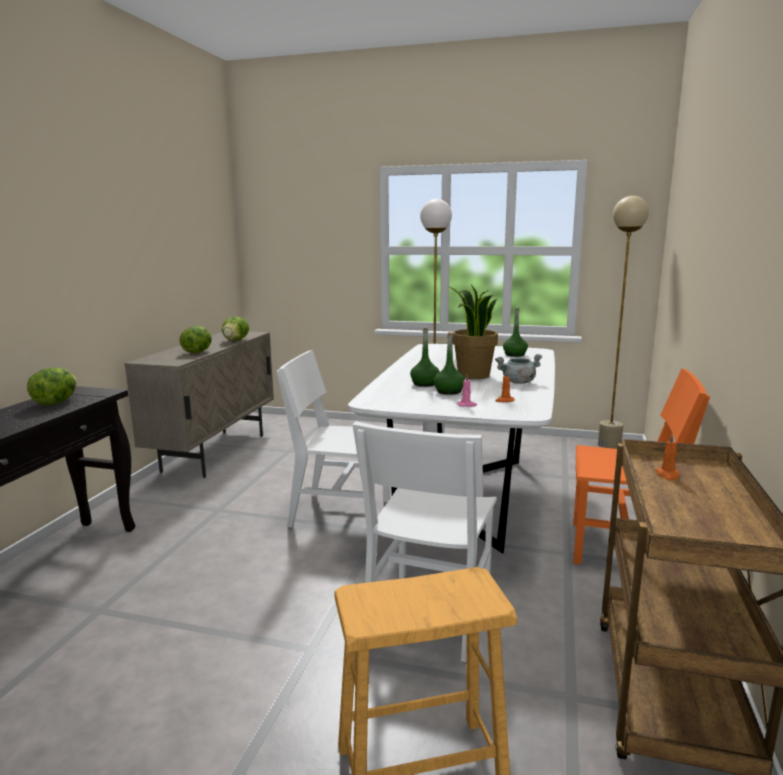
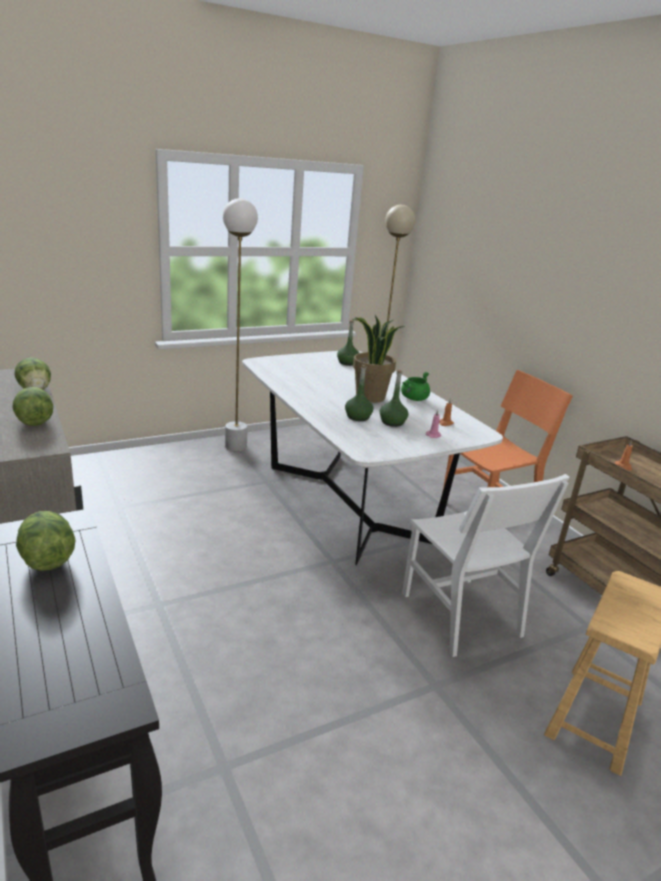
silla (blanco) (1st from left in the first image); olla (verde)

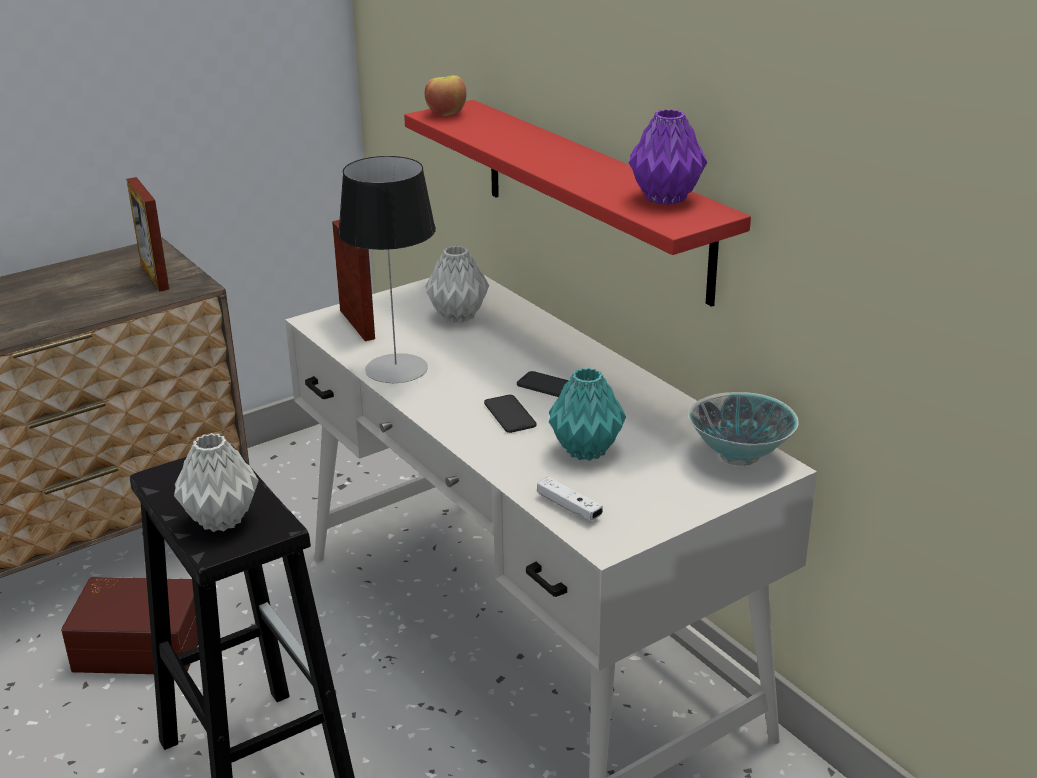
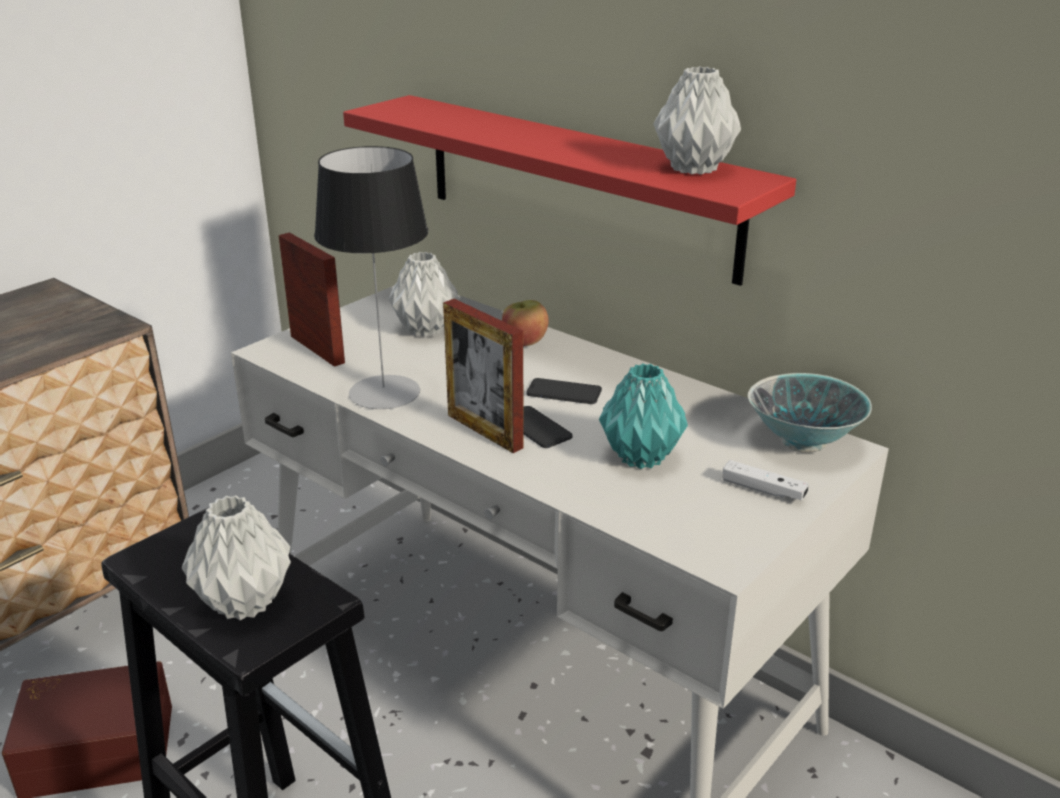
manzana; florero (gris) (3rd from left); portarretratos (2nd from left); mando de consola (blanco)

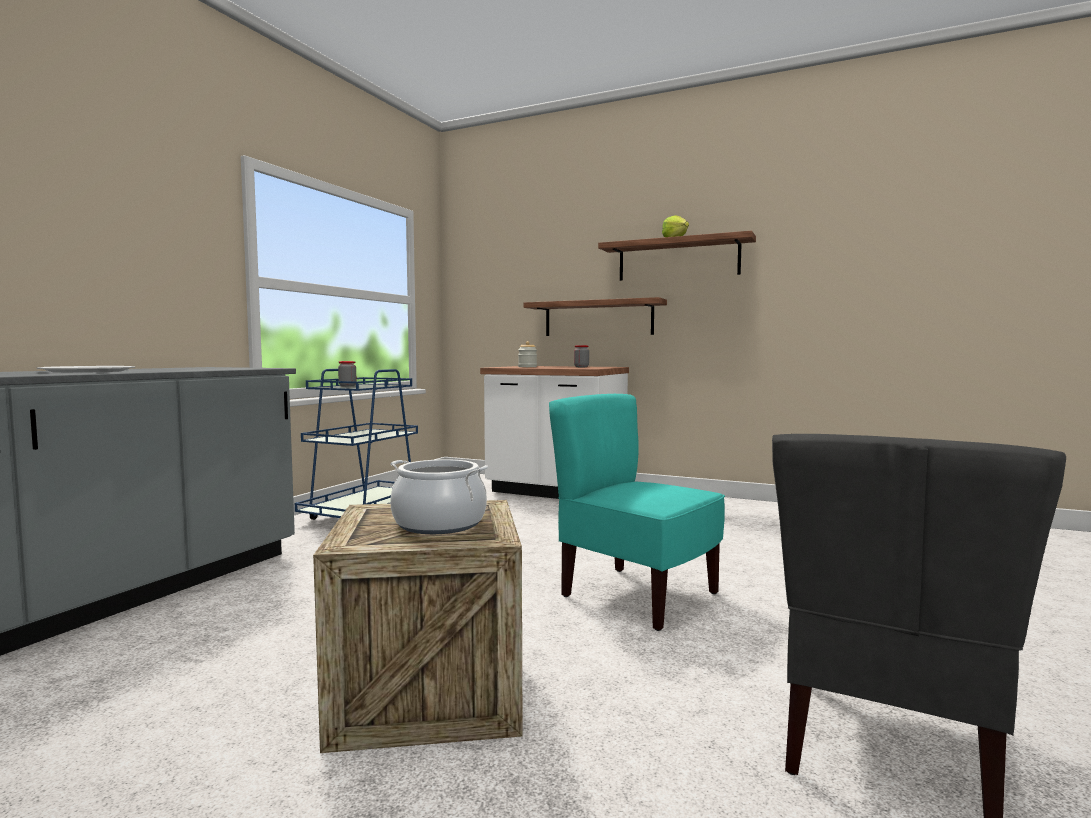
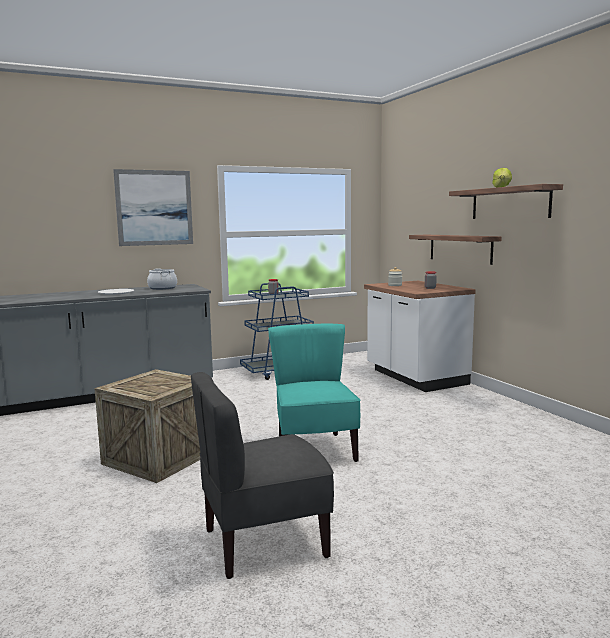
olla; cuadro

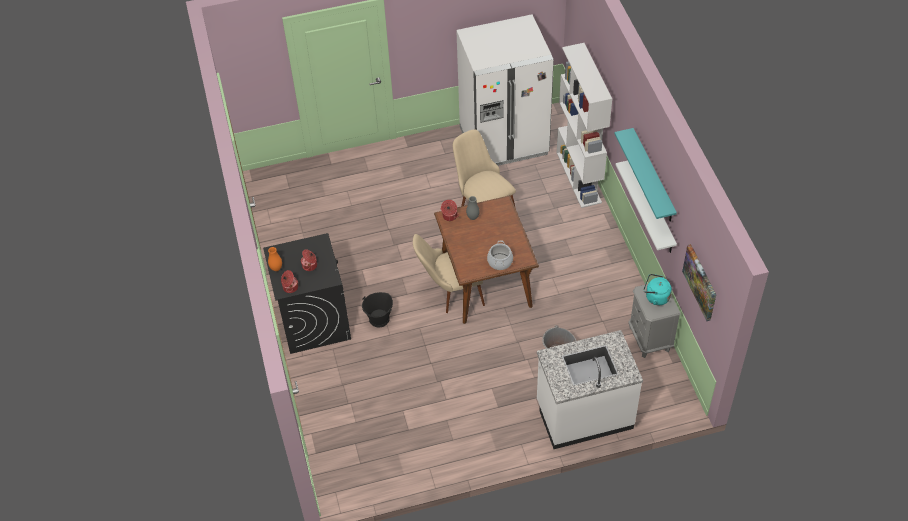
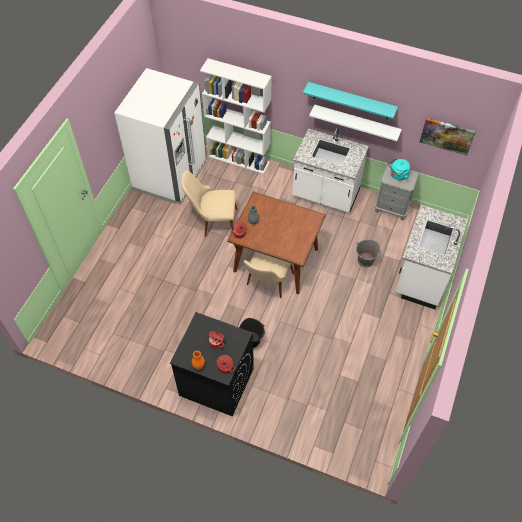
olla (4th from left in the first image); mueble bajo de cocina (blanco) (1st from left)

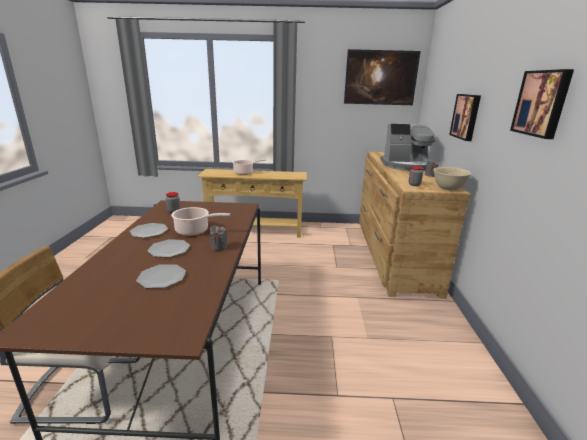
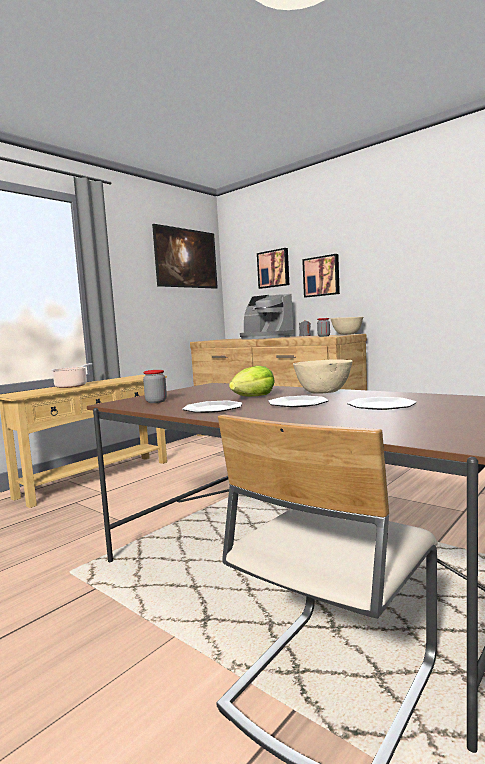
cuadro (2nd from left); cafetera; lechuga; cuenco (beis) (1st from left)

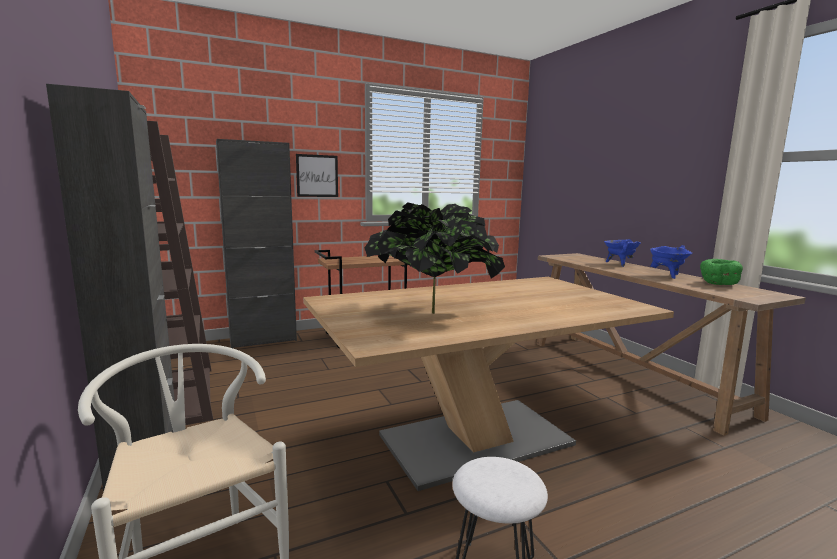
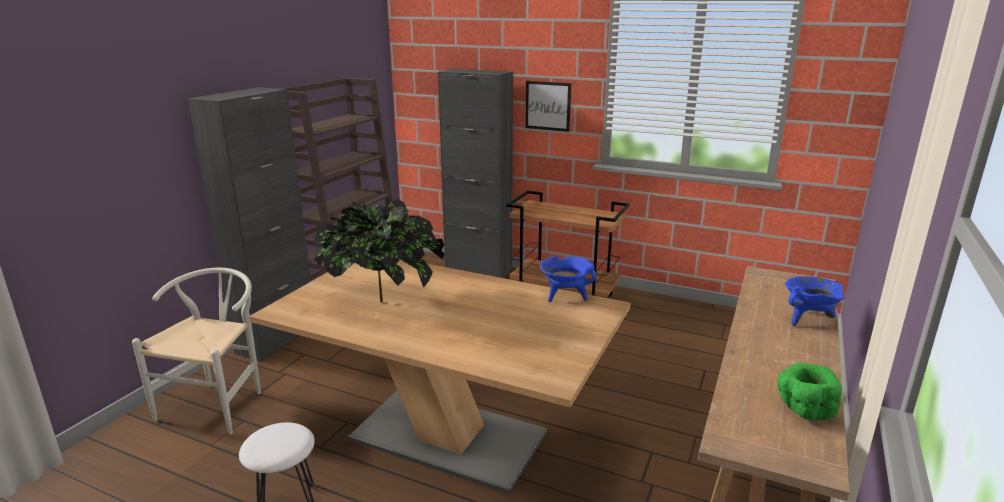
olla (azul) (1st from left)

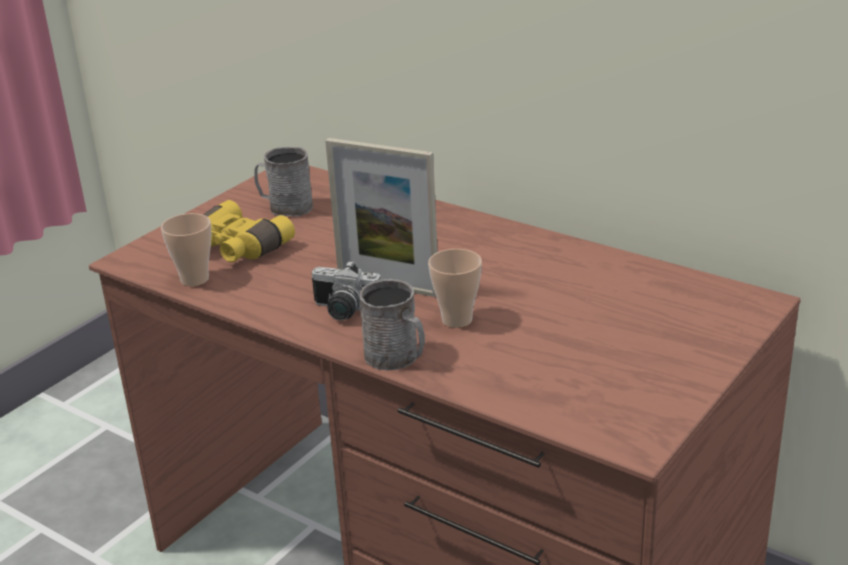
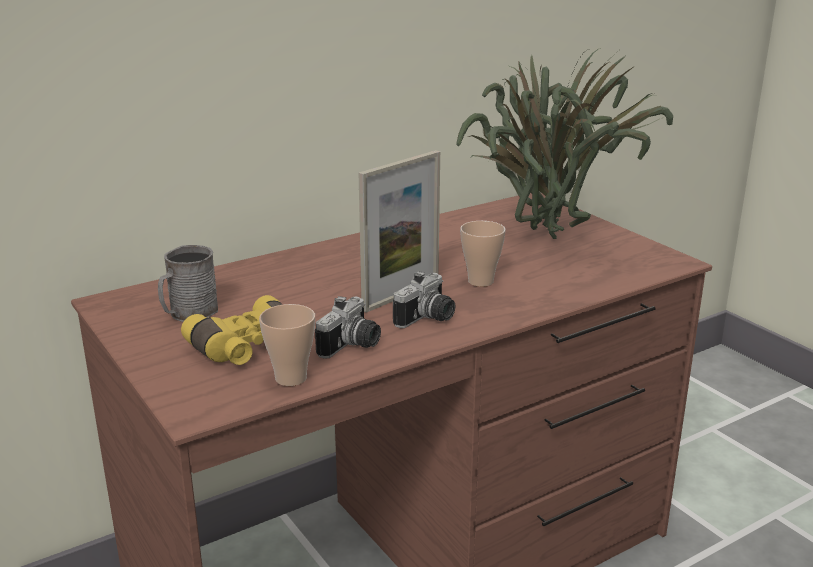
taza grande (gris) (2nd from left in the first image); planta en maceta; cámara (1st from left)

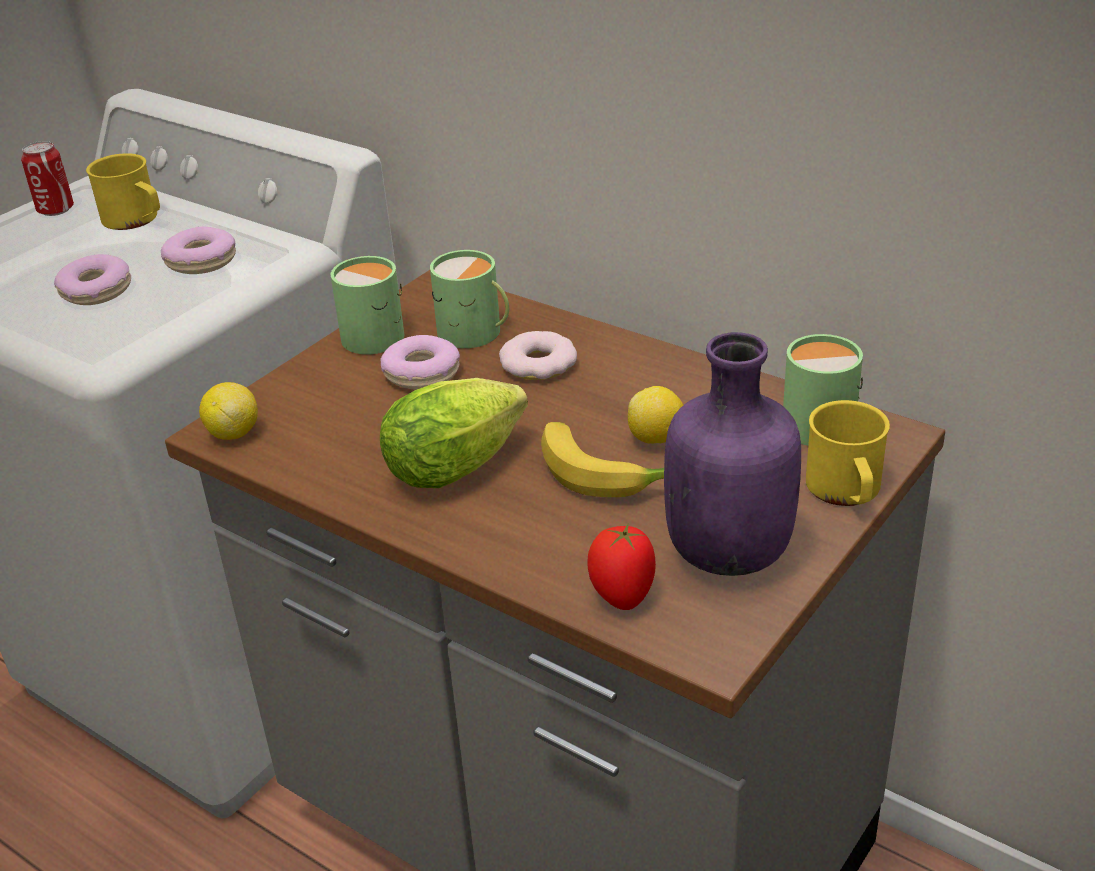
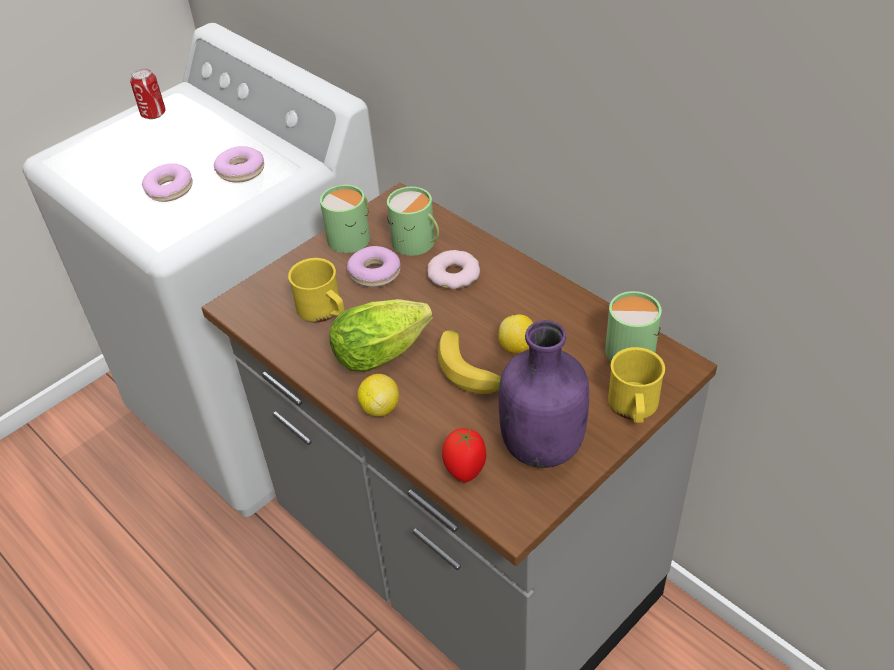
taza grande (amarillo) (1st from left); limón (1st from left)

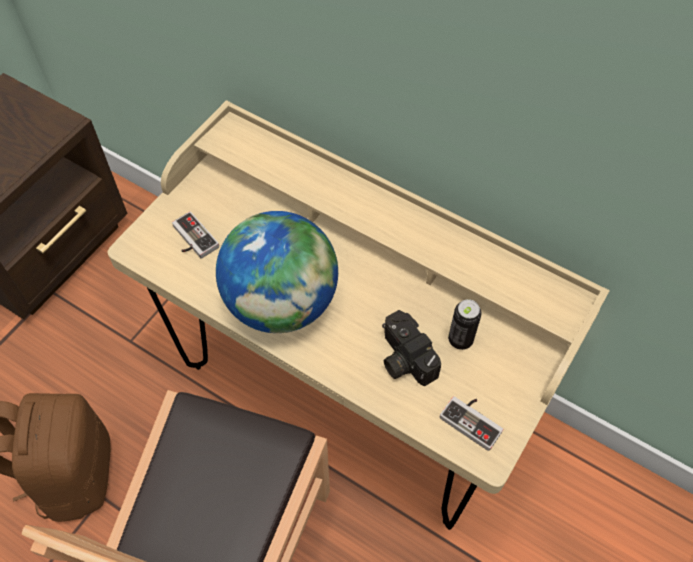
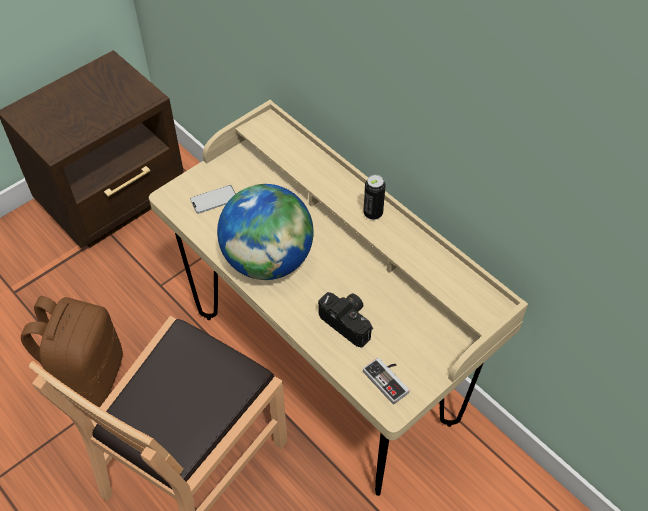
móvil; lata; cámara

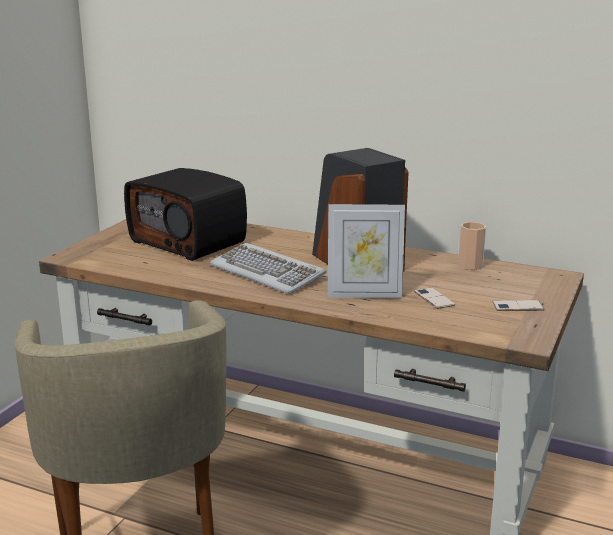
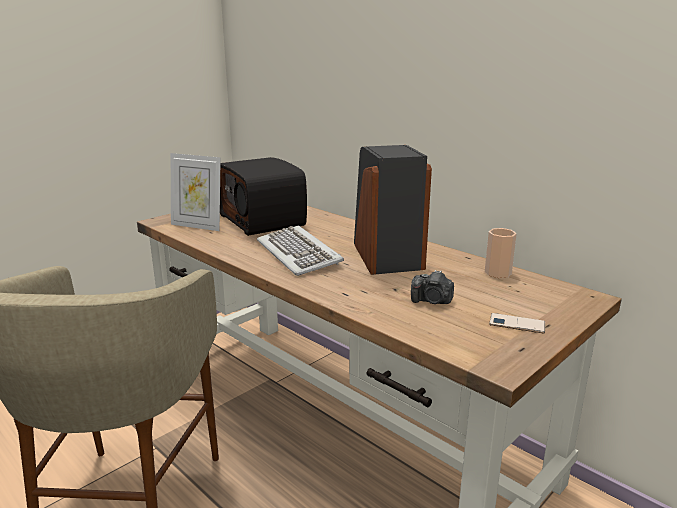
portarretratos; cámara

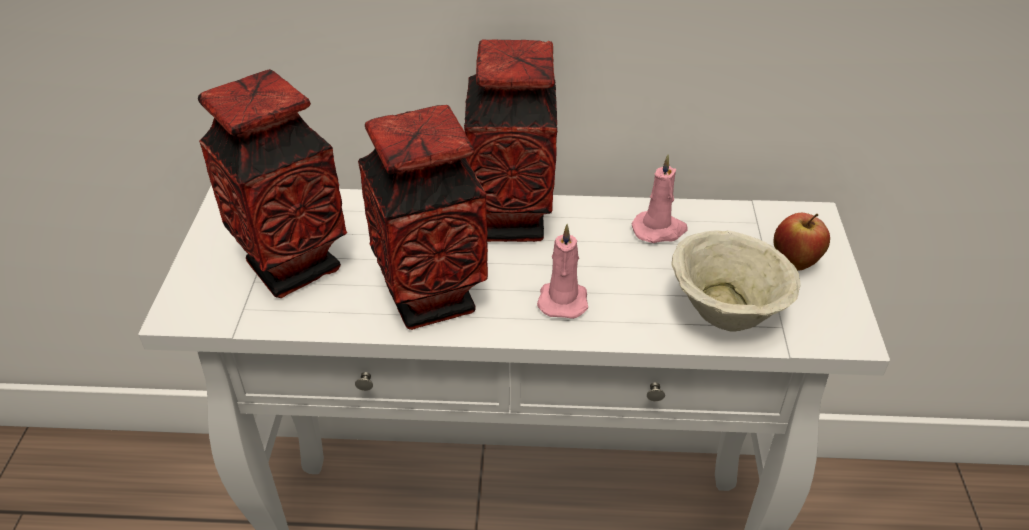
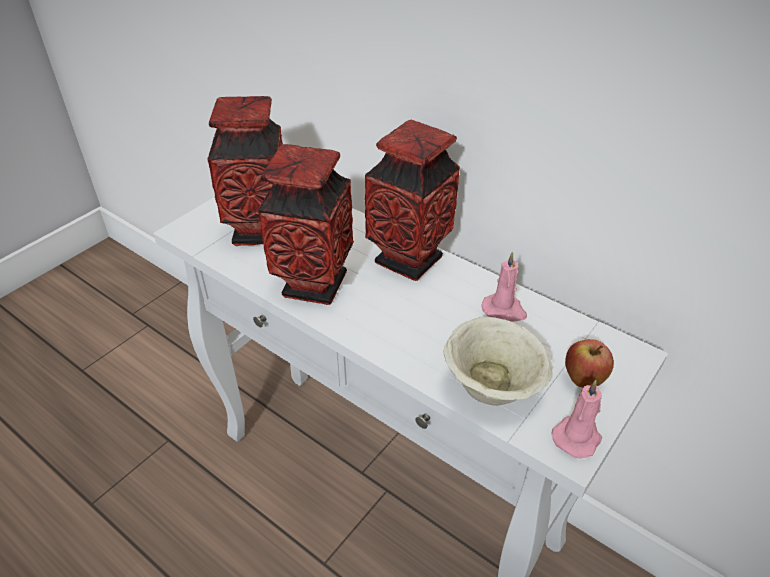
vela (rosa) (2nd from left)

